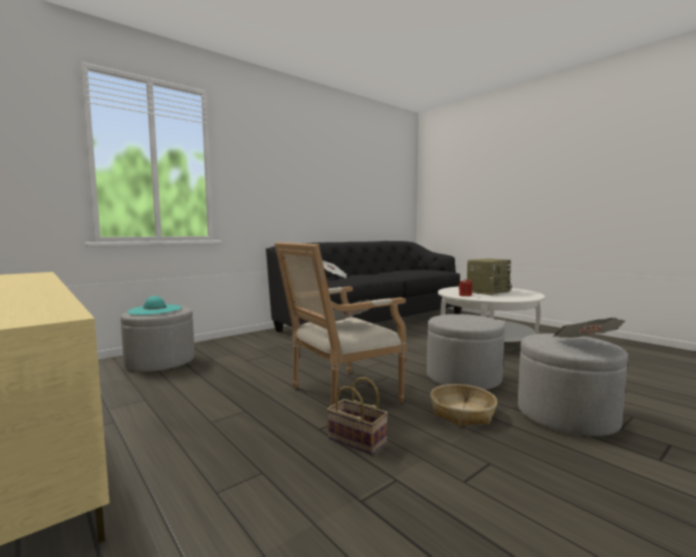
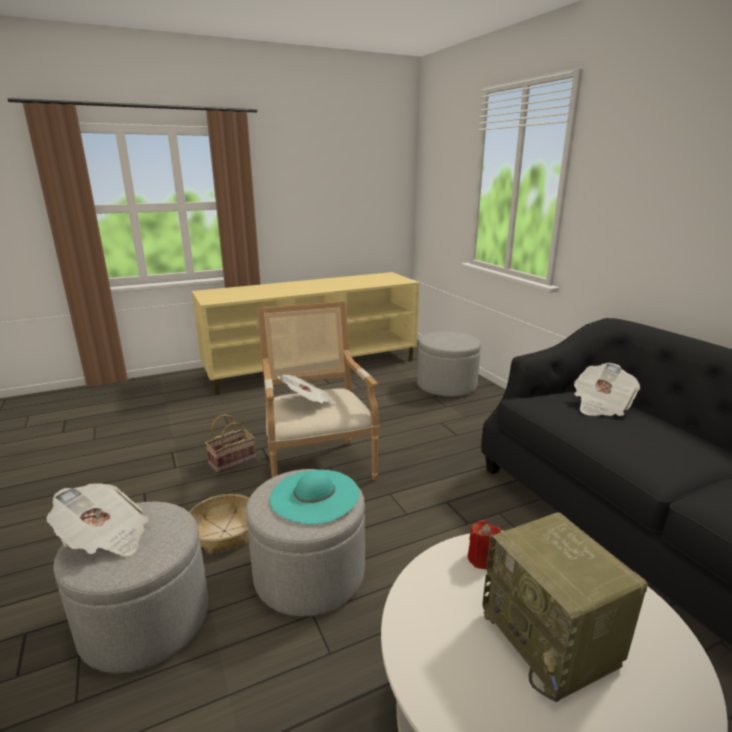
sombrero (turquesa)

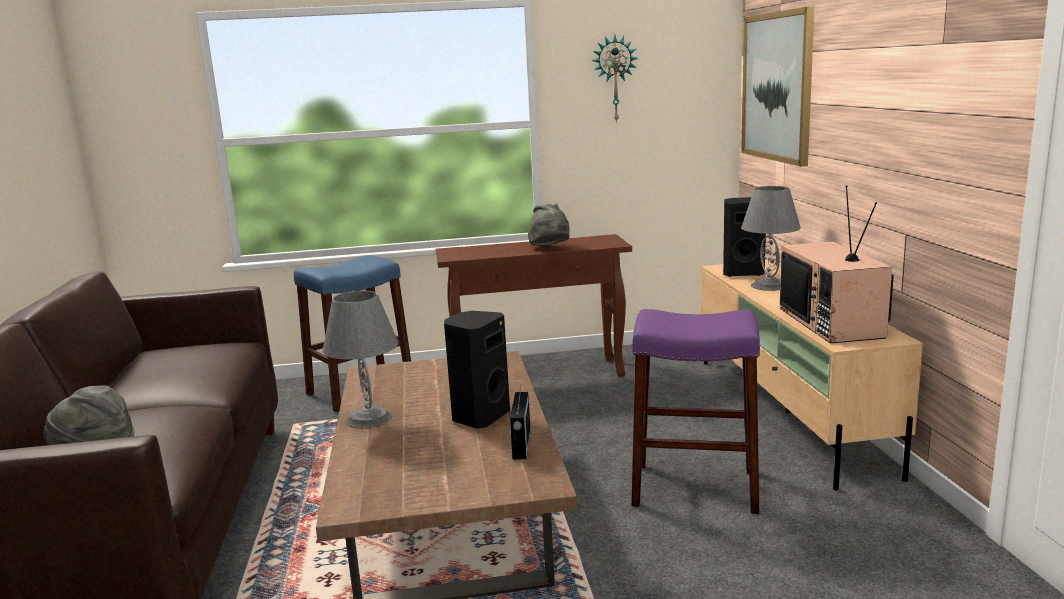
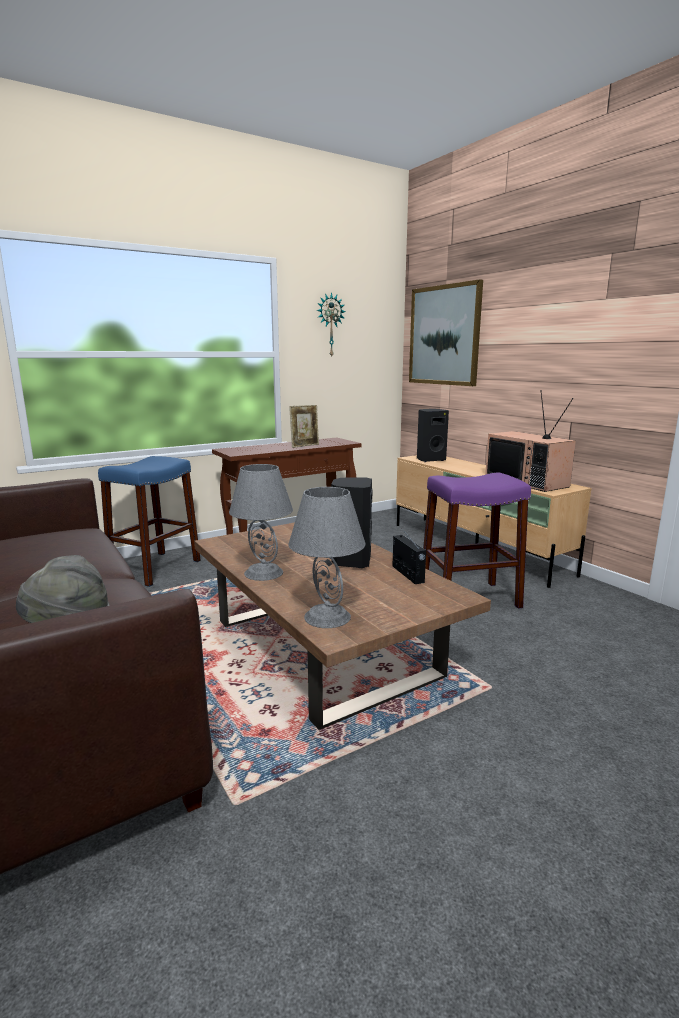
lámpara de mesa (gris) (2nd from left); portarretratos

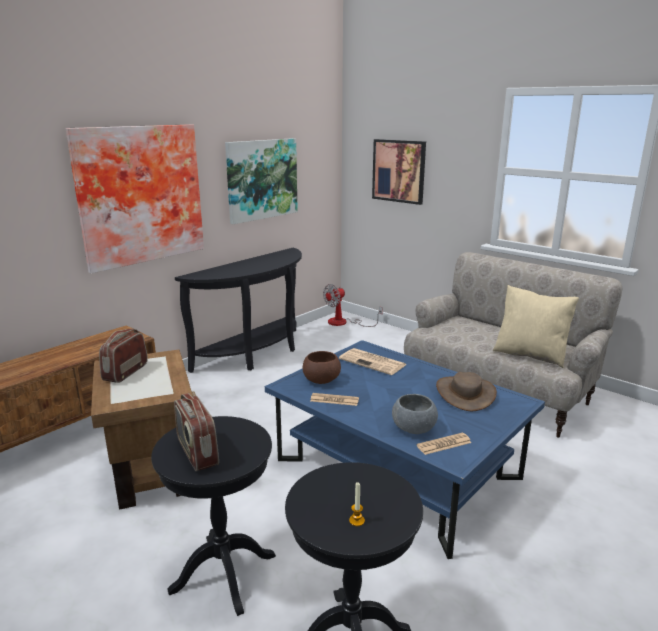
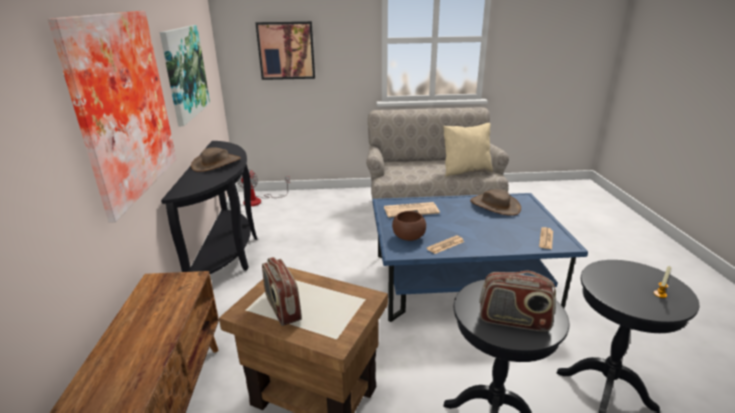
cuenco (gris); sombrero (marrón) (1st from left)

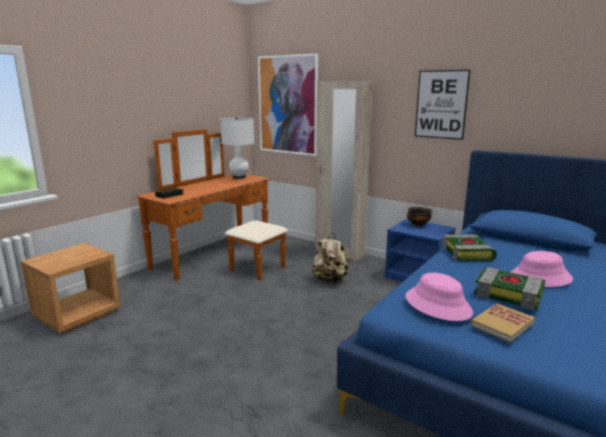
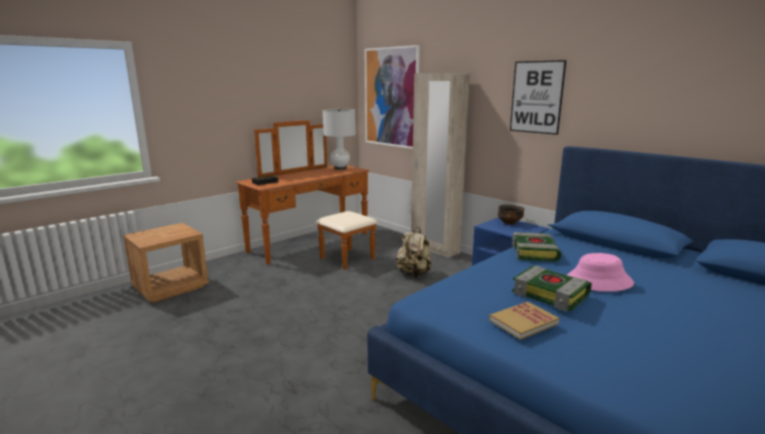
sombrero (rosa) (1st from left in the first image)

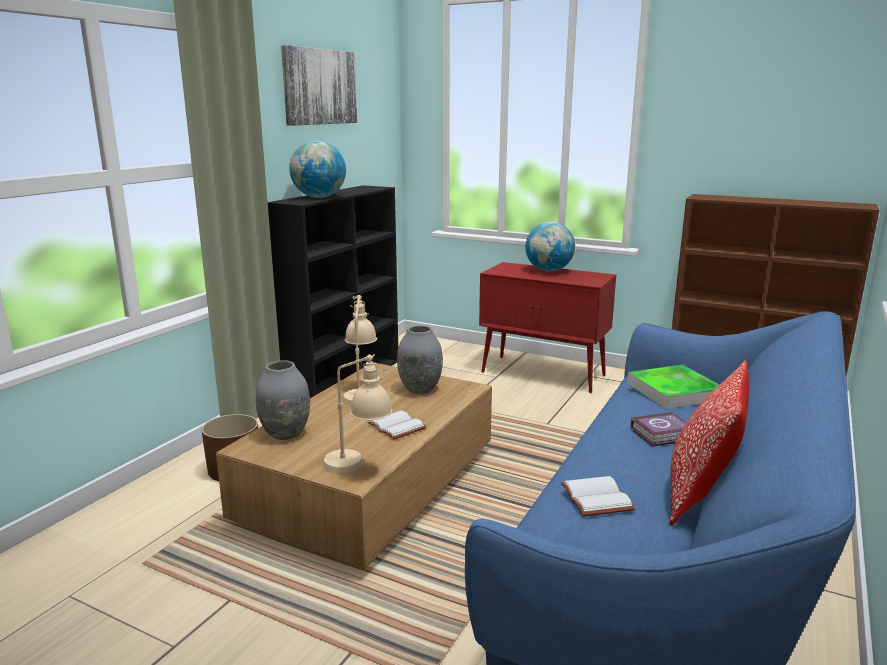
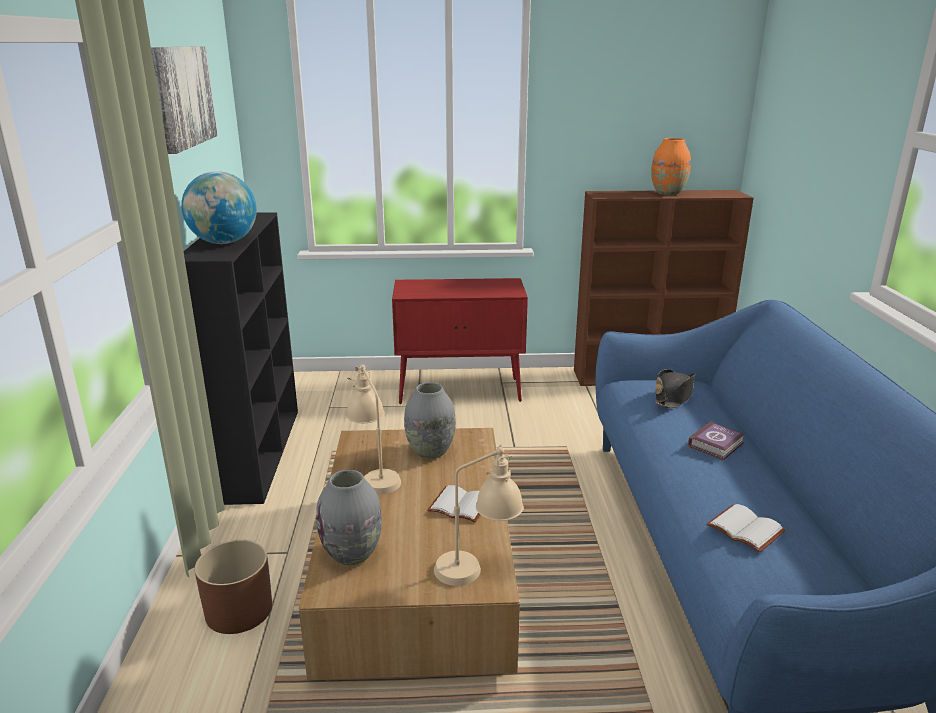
globo terráqueo (2nd from left in the first image); cojín; sombrero (negro); florero (naranja)

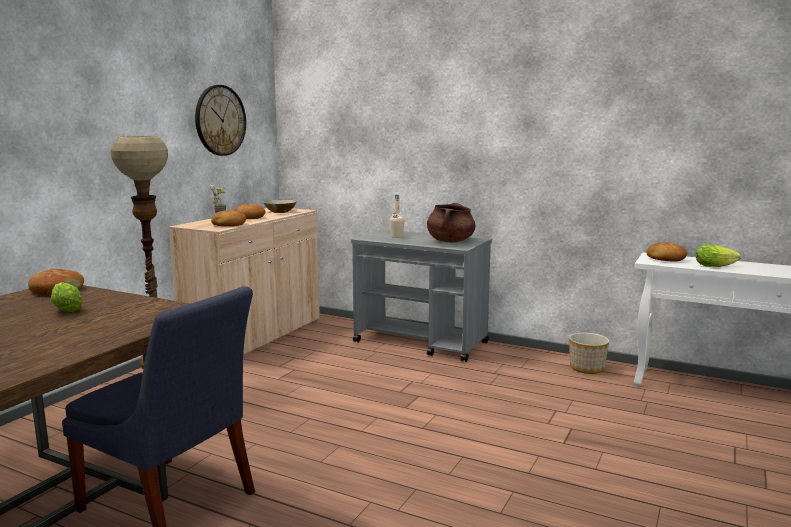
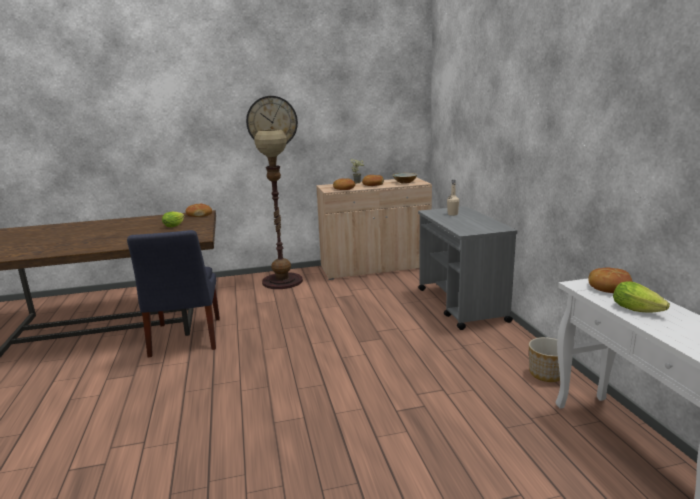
reloj de pared; olla (marrón)

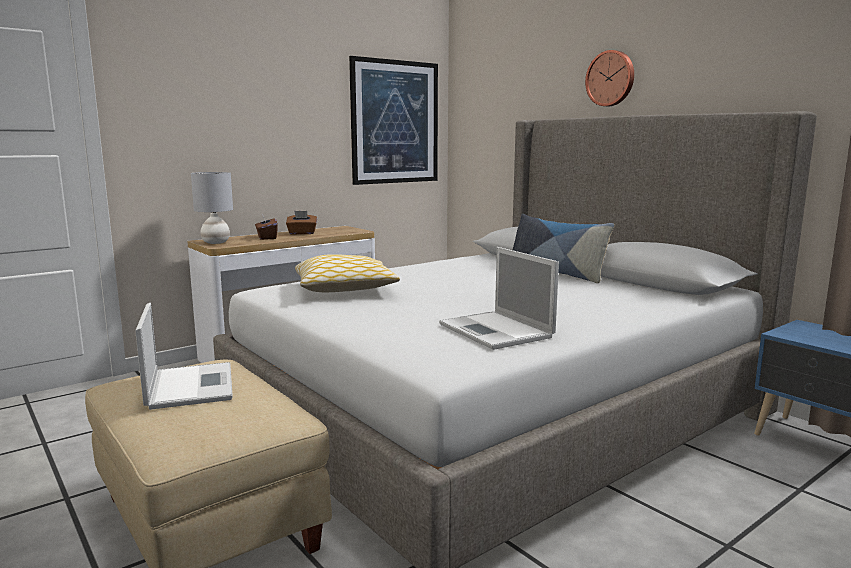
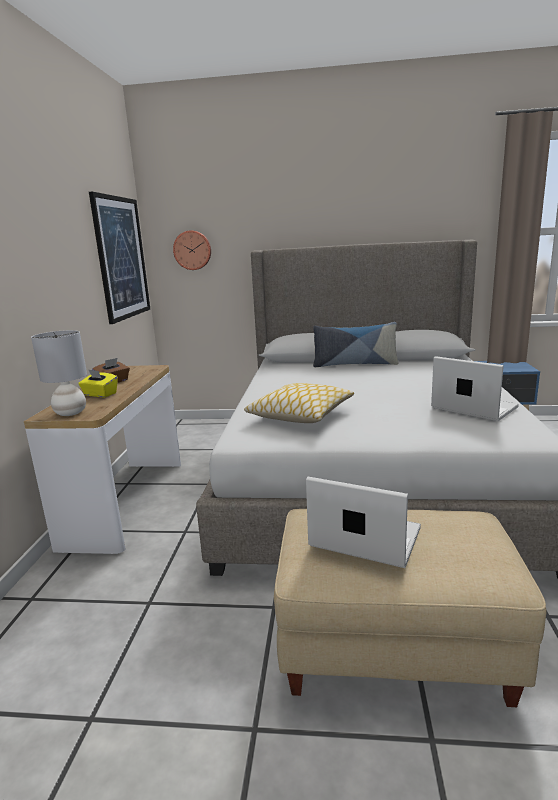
reloj de pared; caja de pañuelos (amarillo); portátil (2nd from left)

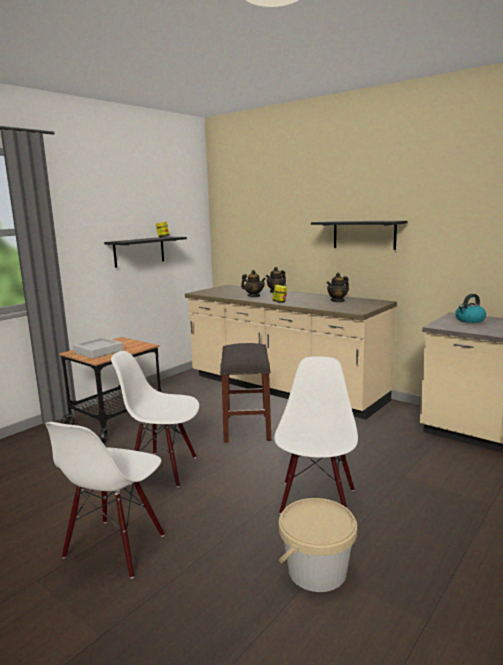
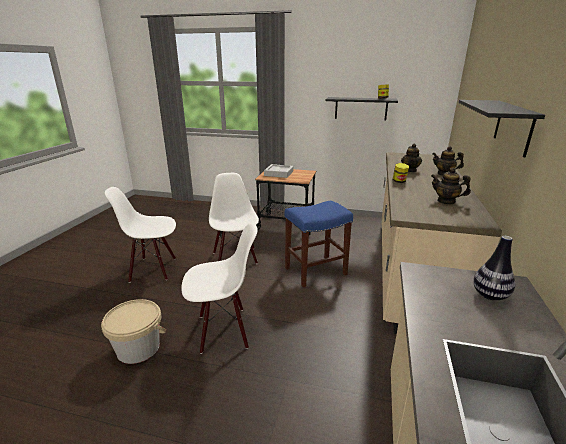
florero; taburete (azul)

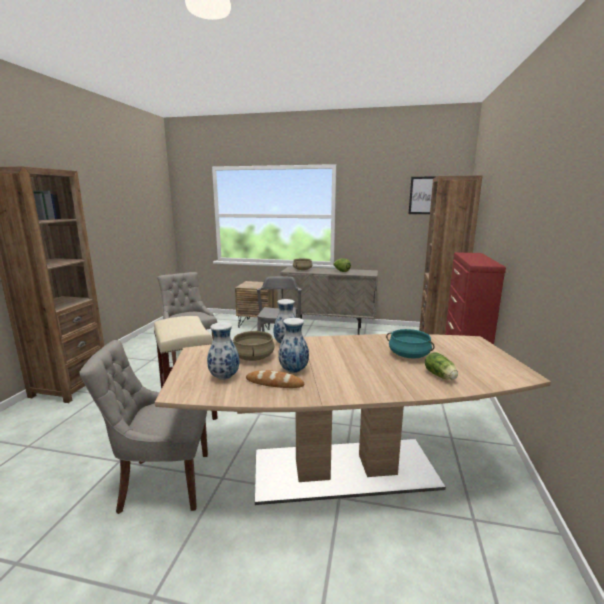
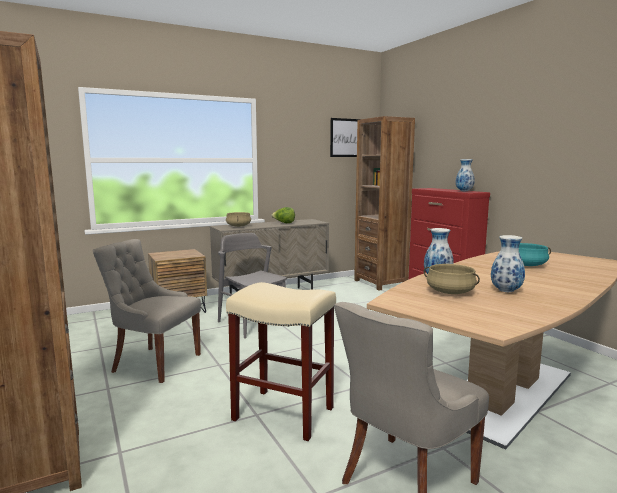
florero (2nd from left); lechuga (2nd from left in the first image); pan

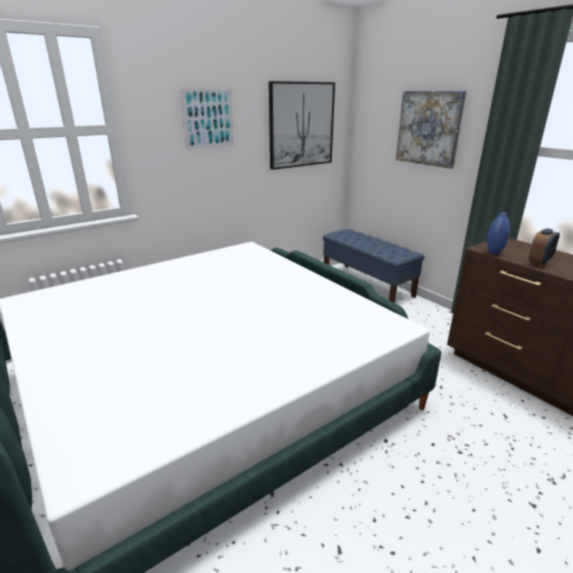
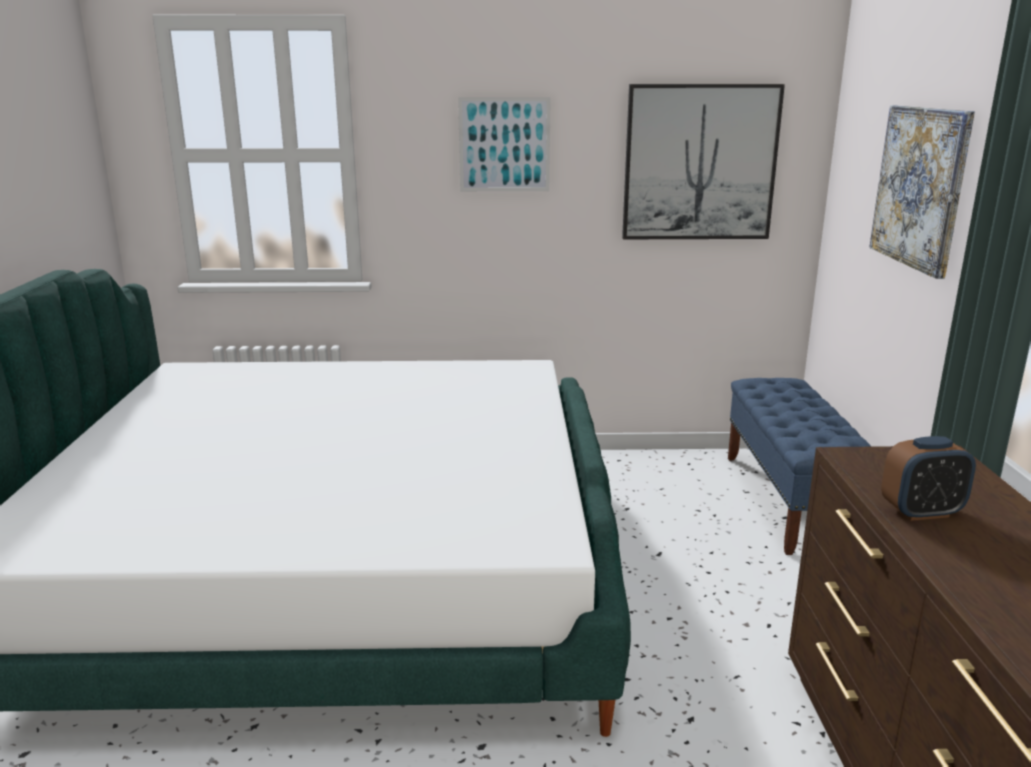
florero (azul)

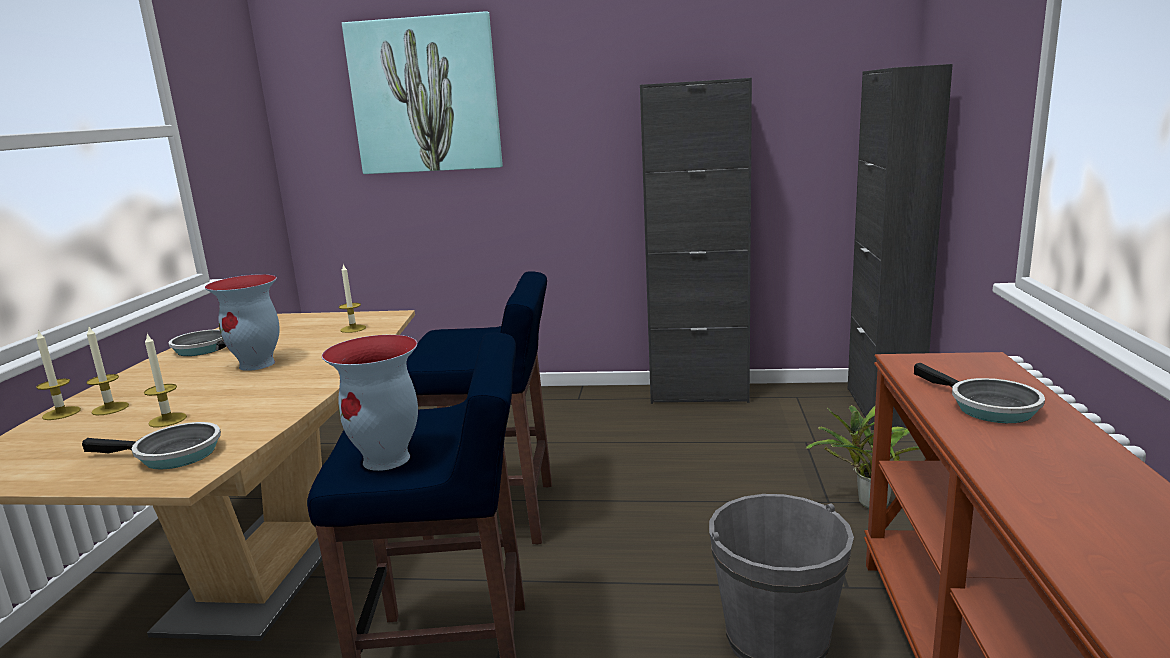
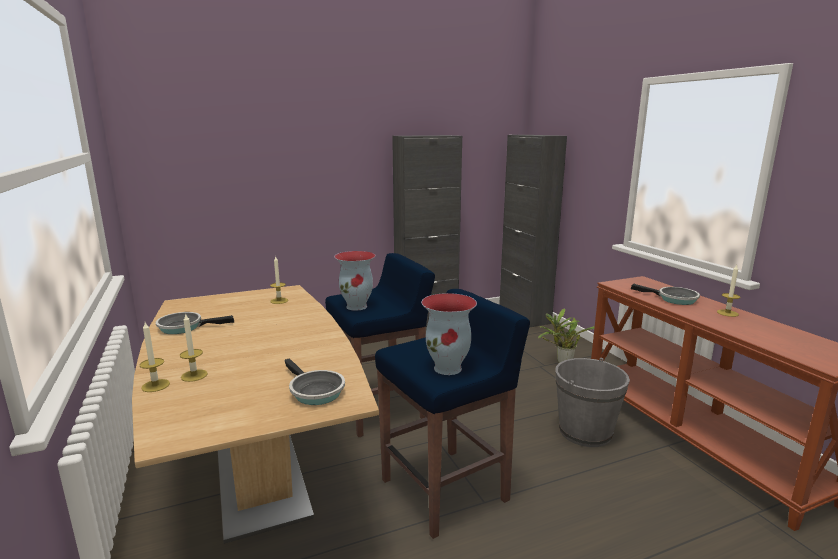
cuadro; florero (1st from left); vela (4th from left); sartén (2nd from left)

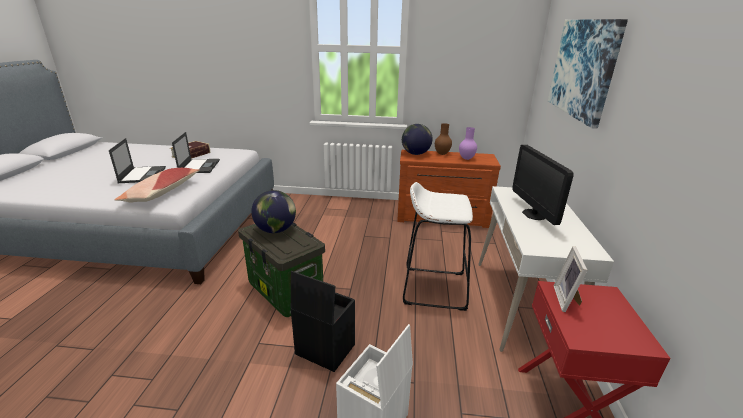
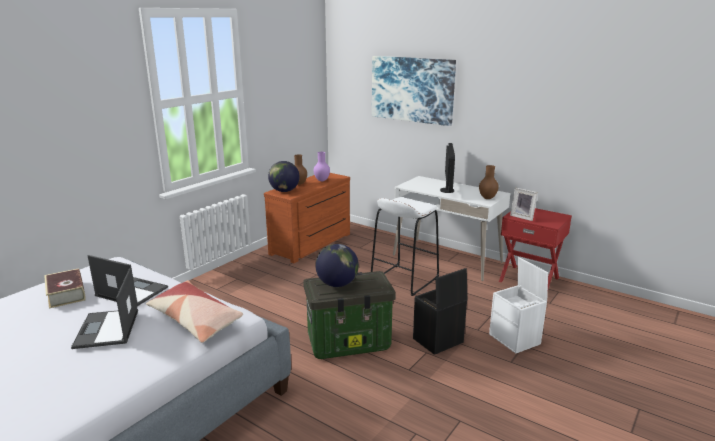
portátil (1st from left); monitor; florero (marrón) (2nd from left)

